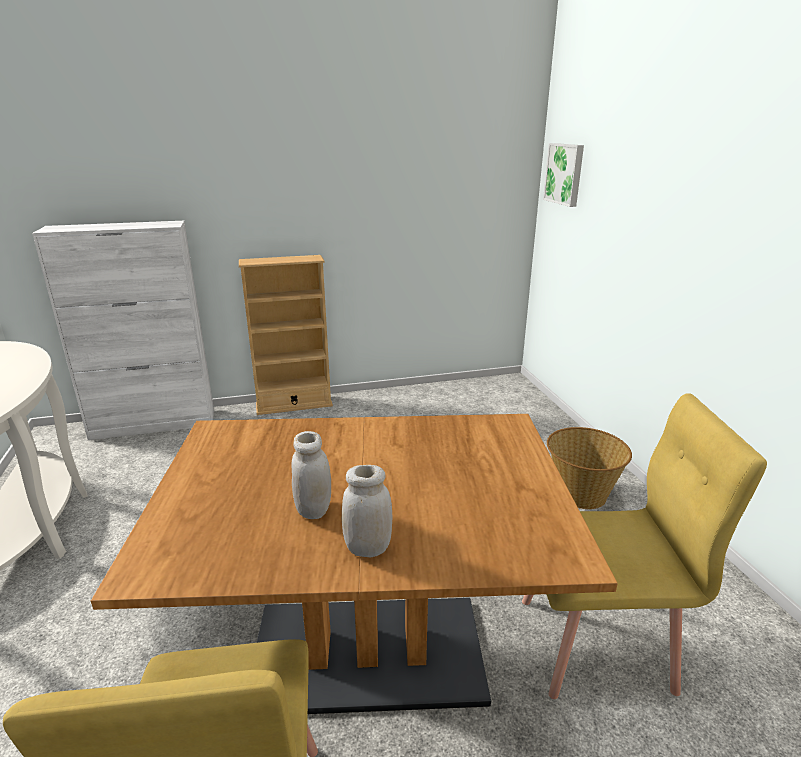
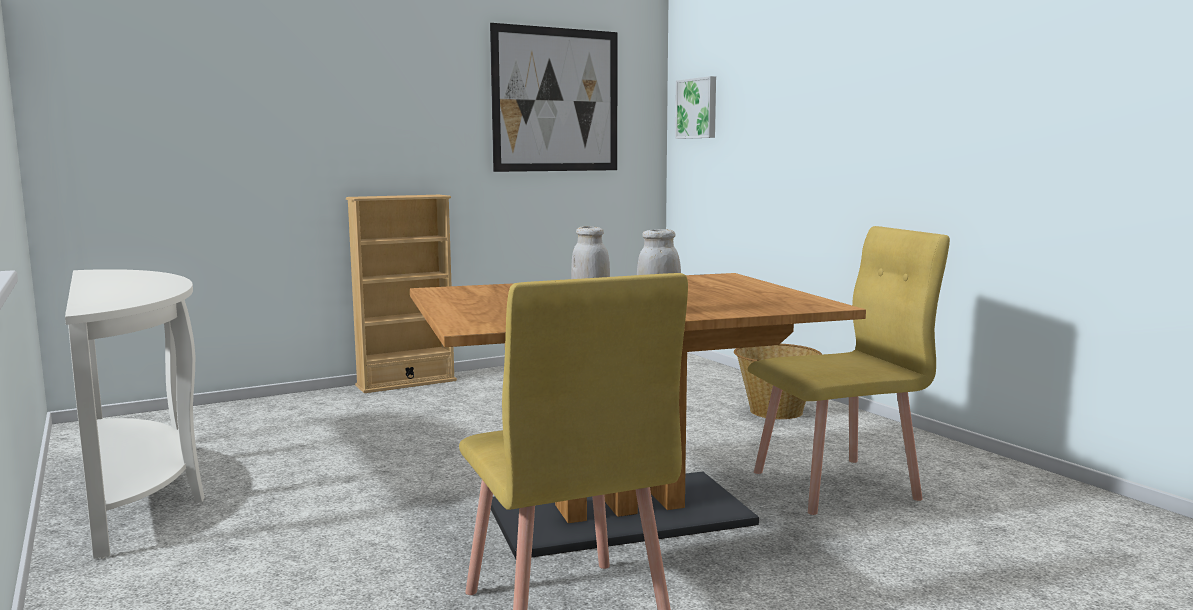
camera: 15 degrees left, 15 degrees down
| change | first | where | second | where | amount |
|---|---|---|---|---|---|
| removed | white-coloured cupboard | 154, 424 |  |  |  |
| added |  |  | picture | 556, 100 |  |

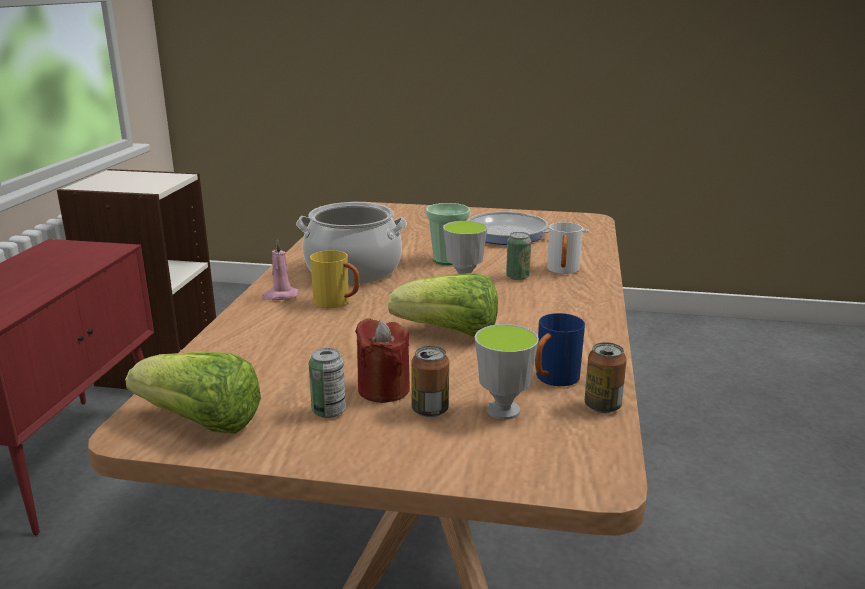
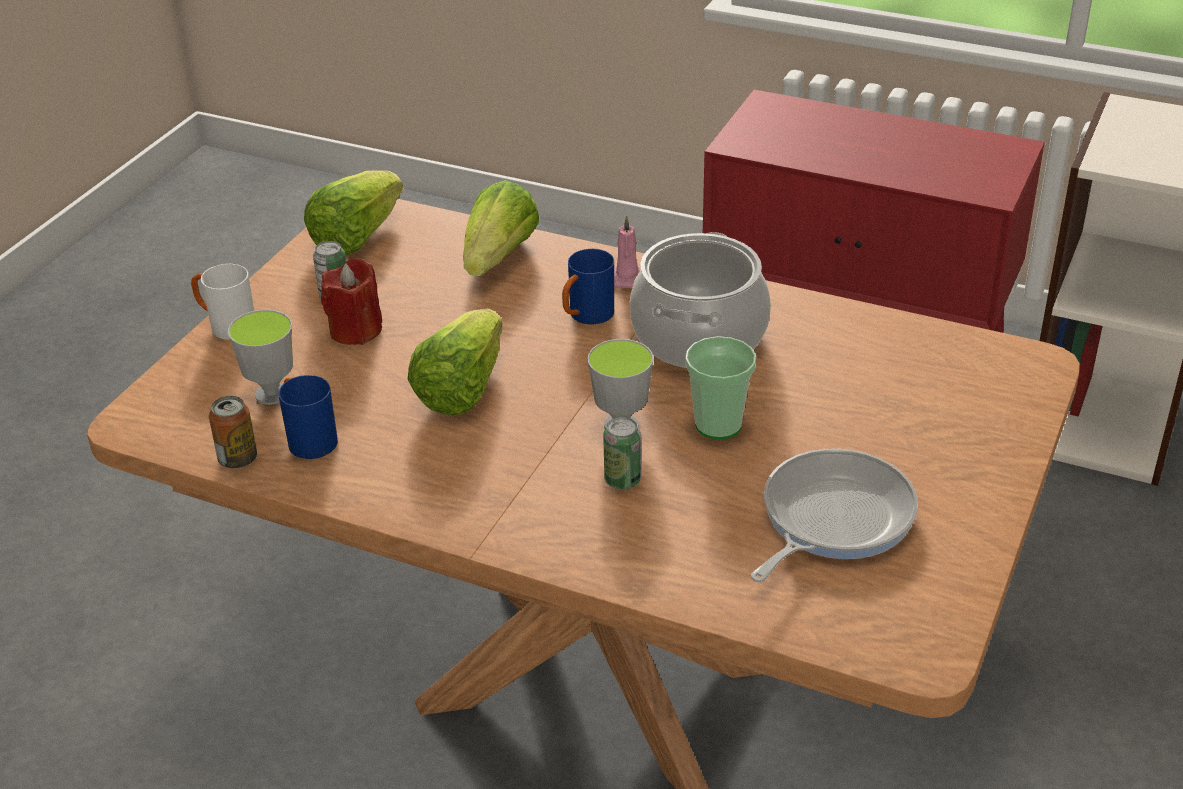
camera: 105 degrees right, 15 degrees up
| change | first | where | second | where | amount |
|---|---|---|---|---|---|
| moved | white-coloured tea mug | 563, 271 |  | 226, 326 |  |
| recoloured | yellow-coloured tea mug | 338, 303 | blue tea mug | 586, 317 |  |
| removed | metal can | 430, 410 |  |  |  |
| added |  |  | lettuce head | 499, 258 |  |

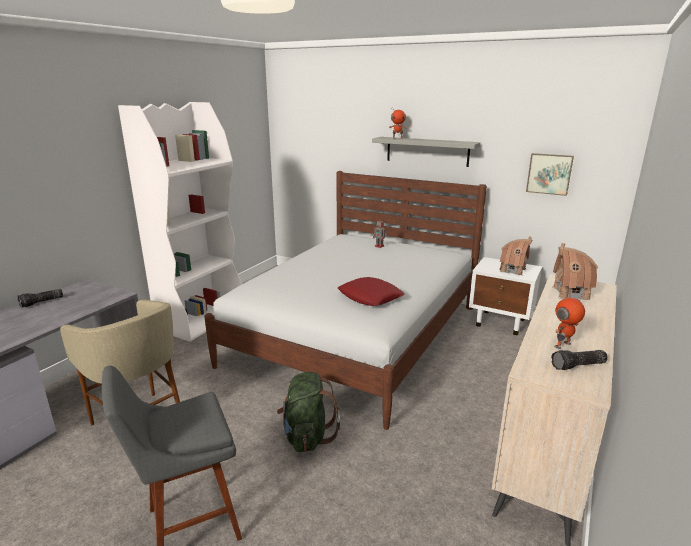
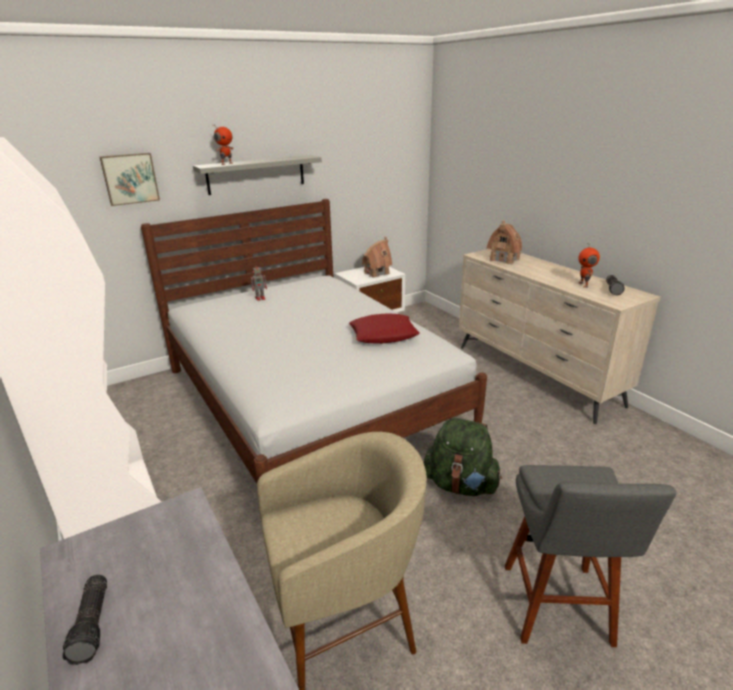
camera: 60 degrees left, 5 degrees up
| change | first | where | second | where | amount |
|---|---|---|---|---|---|
| moved | picture | 549, 174 |  | 130, 178 |  |

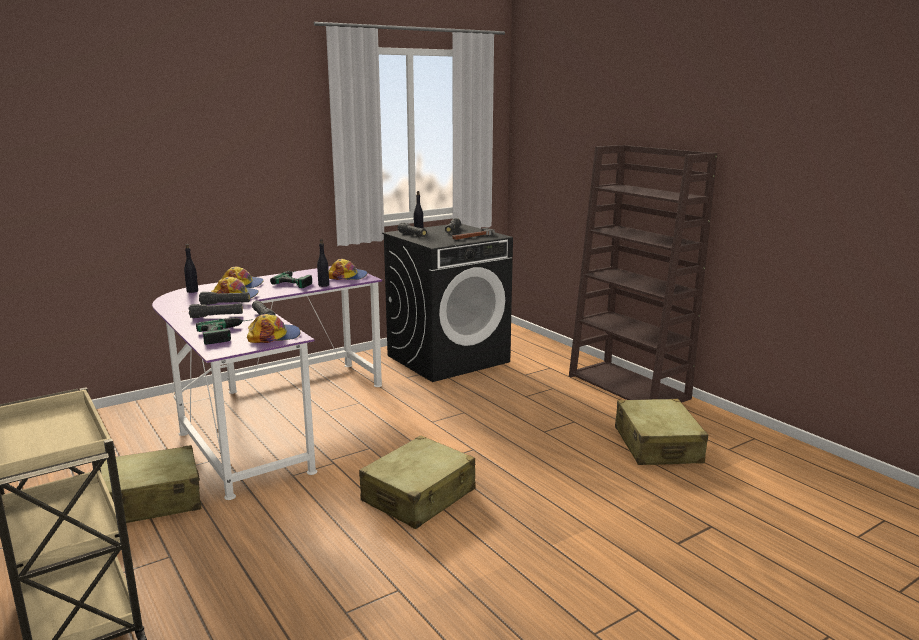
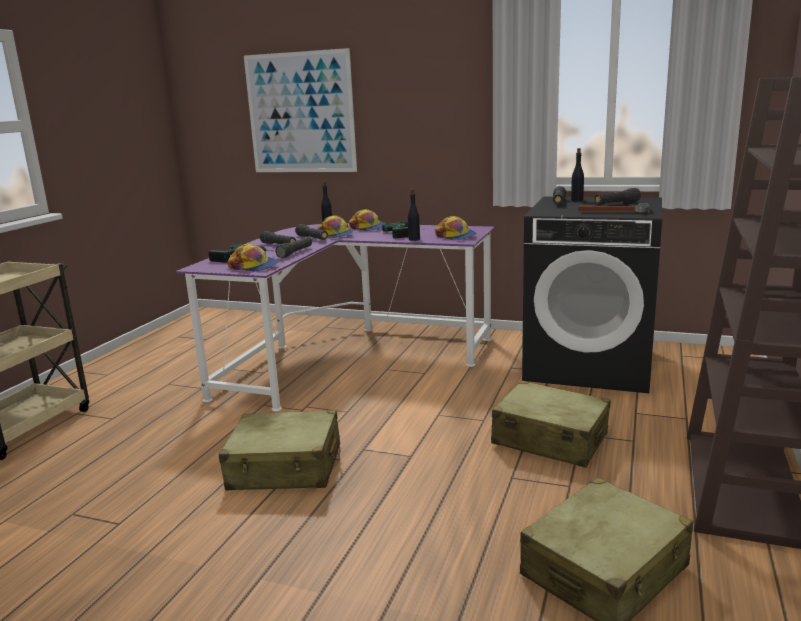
camera: 55 degrees right, 0 degrees up
| change | first | where | second | where | amount |
|---|---|---|---|---|---|
| moved | beige travel case | 150, 501 |  | 549, 439 |  |
| added |  |  | picture | 300, 113 |  |

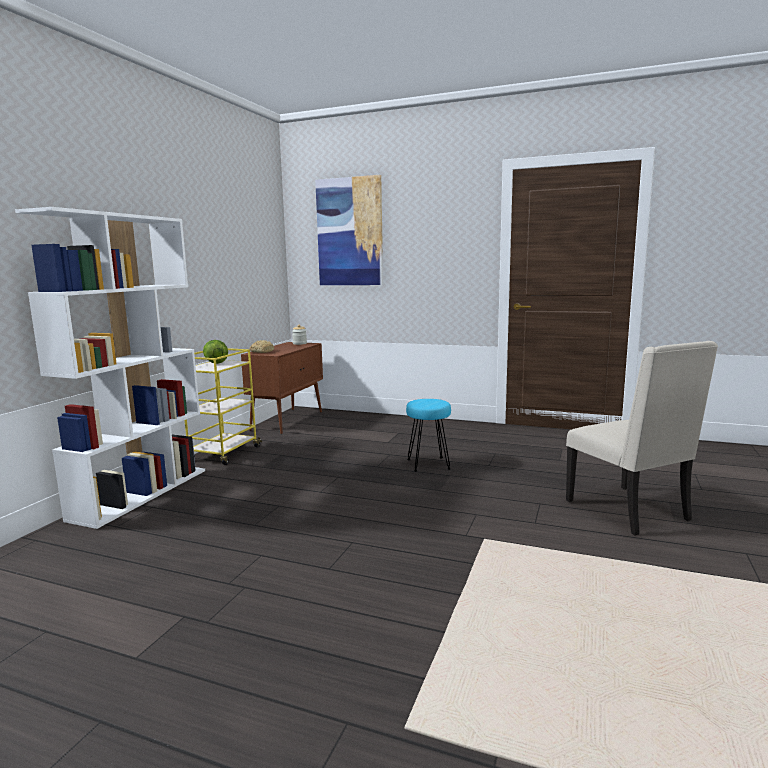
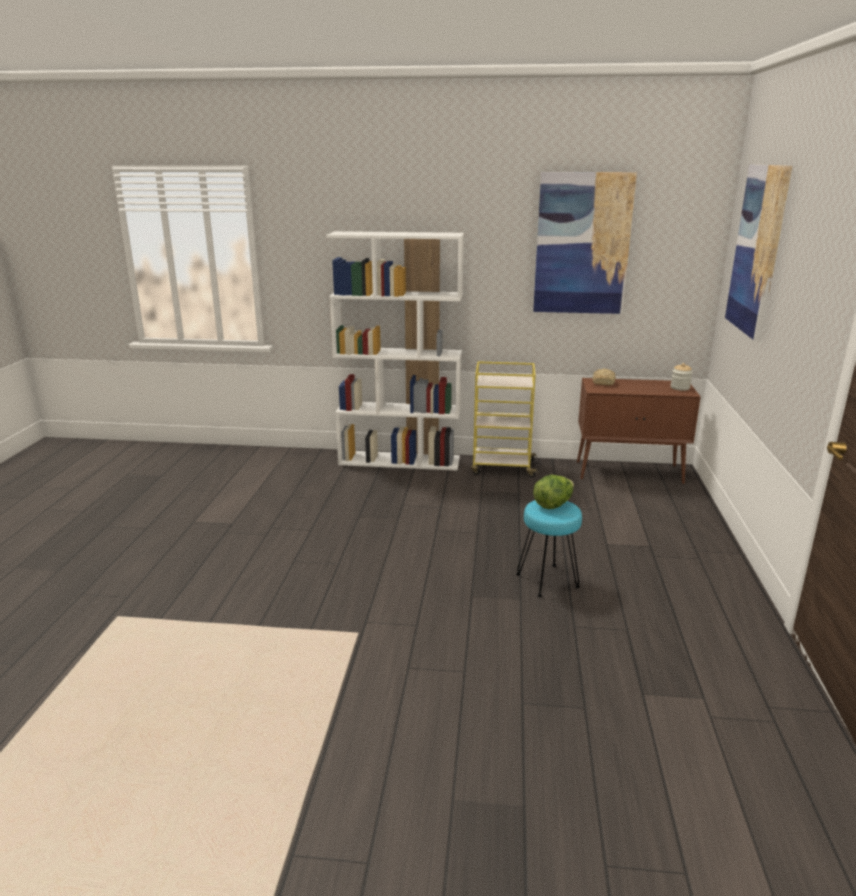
camera: 75 degrees right, 10 degrees up
| change | first | where | second | where | amount |
|---|---|---|---|---|---|
| moved | lettuce head | 215, 362 |  | 553, 504 |  |
| removed | beige chair | 630, 511 |  |  |  |
| added |  |  | picture | 582, 244 |  |

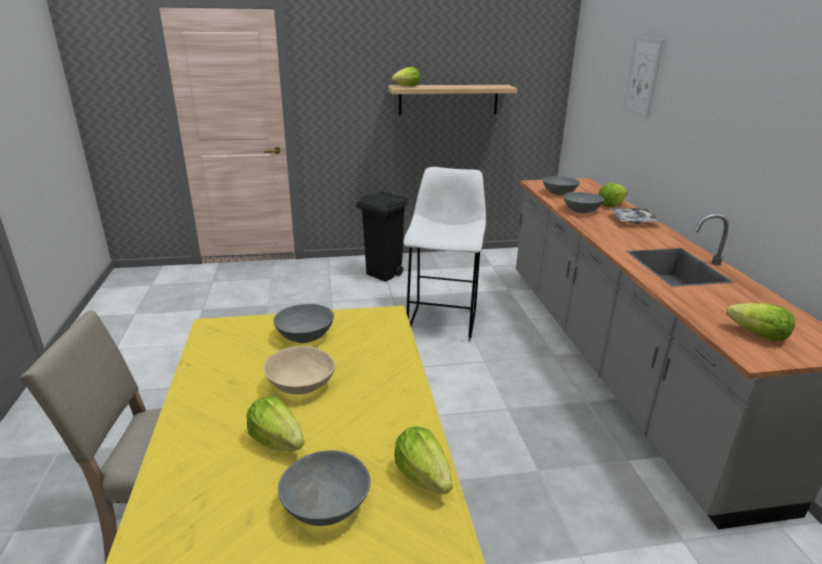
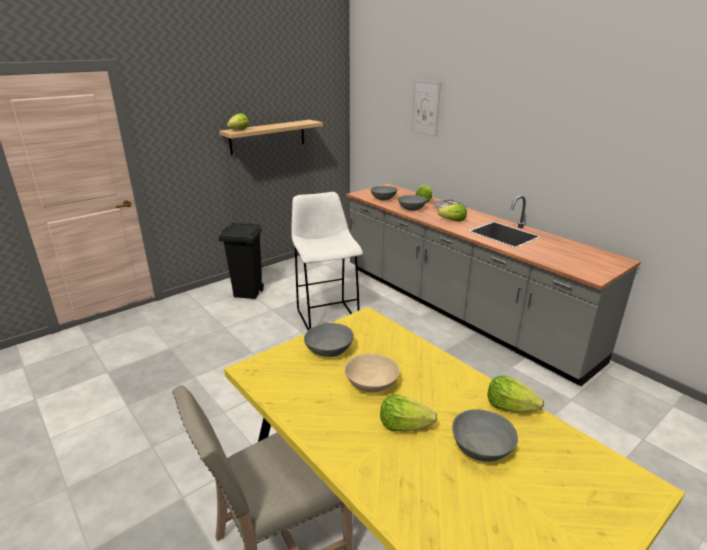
camera: 30 degrees left, 0 degrees up
| change | first | where | second | where | amount |
|---|---|---|---|---|---|
| moved | lettuce head | 758, 335 |  | 453, 221 |  |

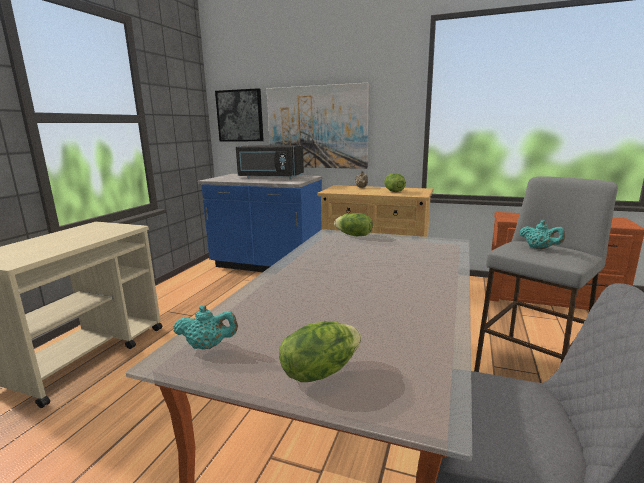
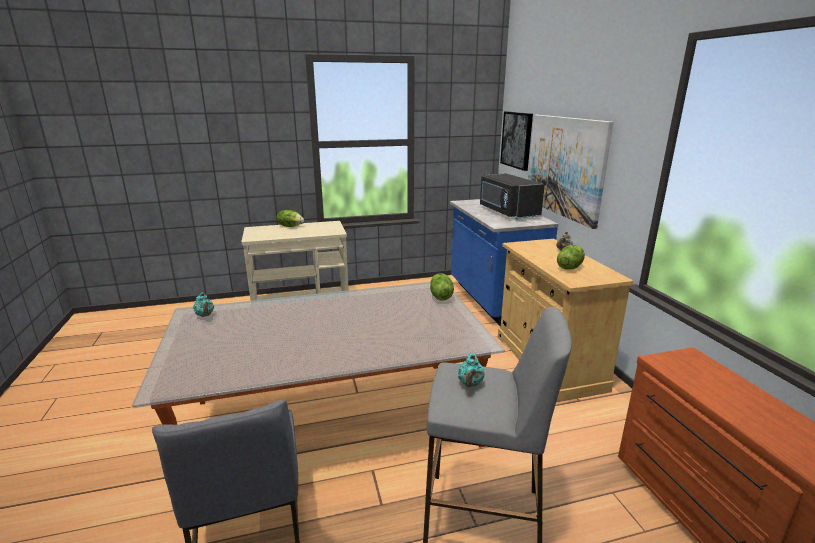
camera: 55 degrees right, 5 degrees up
| change | first | where | second | where | amount |
|---|---|---|---|---|---|
| moved | lettuce head | 320, 371 |  | 290, 226 |  |

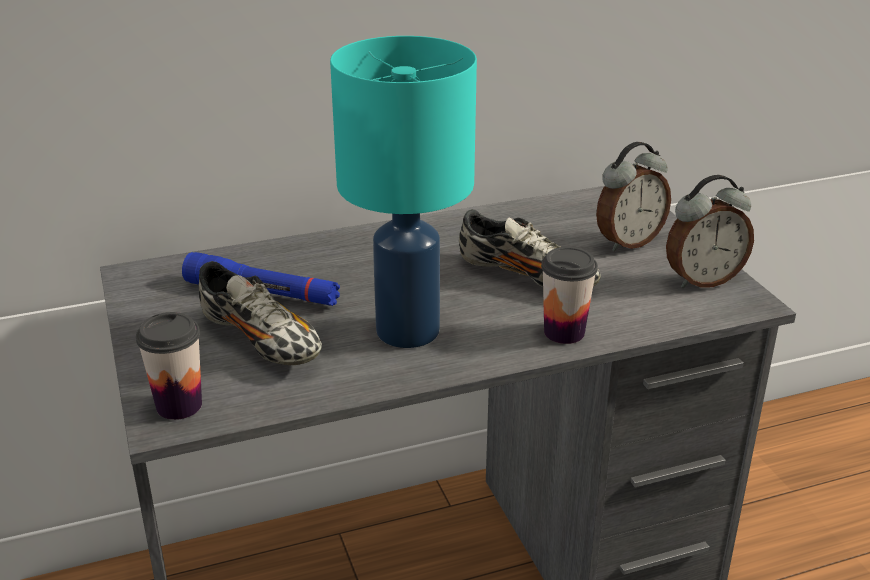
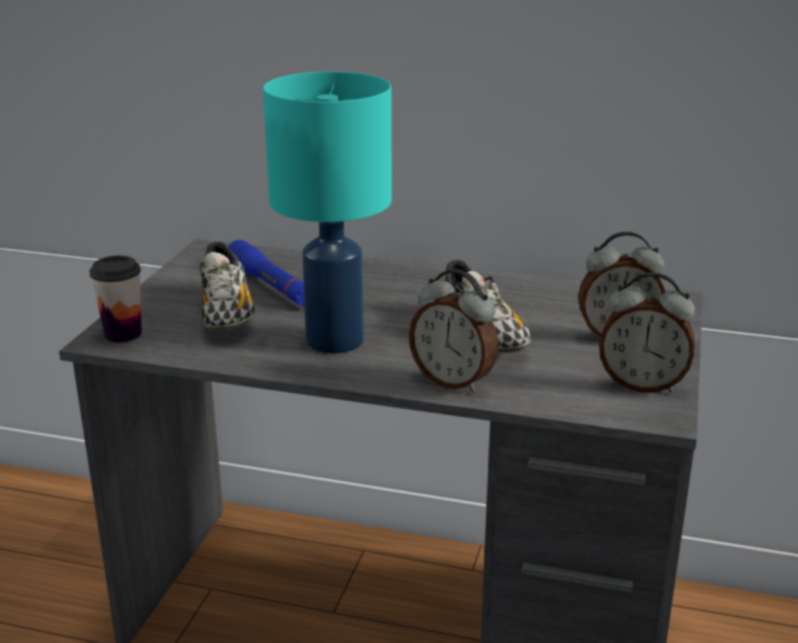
camera: 35 degrees right, 5 degrees down
| change | first | where | second | where | amount |
|---|---|---|---|---|---|
| replaced | small cup | 564, 332 | alarm clock | 453, 381 |  |

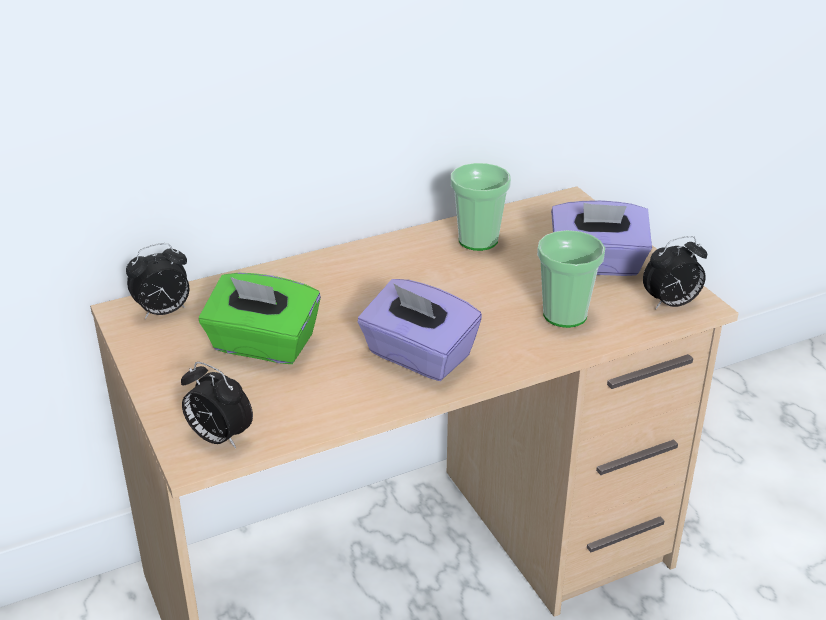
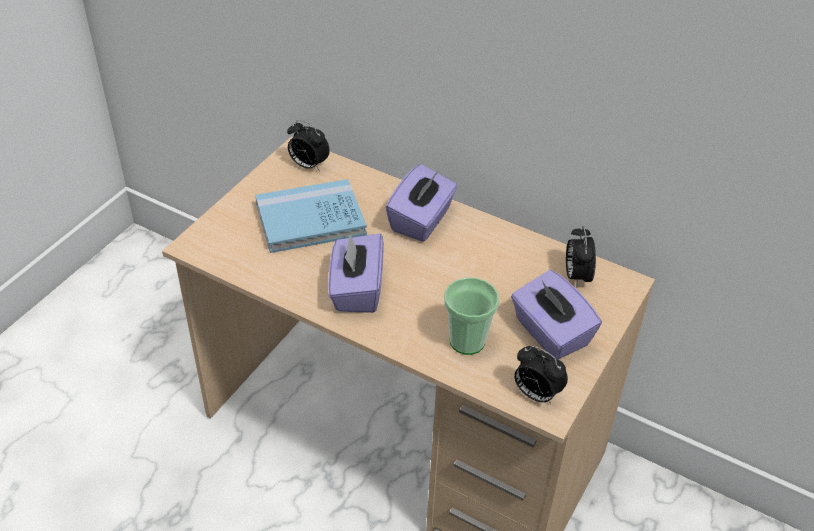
camera: 55 degrees right, 10 degrees up
| change | first | where | second | where | amount |
|---|---|---|---|---|---|
| removed | small cup | 478, 240 |  |  |  |
| replaced | greenish box of tissues | 262, 345 | blue volume | 310, 219 |  |
| moved | alarm clock | 218, 438 |  | 576, 276 |  |
| added |  |  | purple box of tissues | 421, 220 |  |

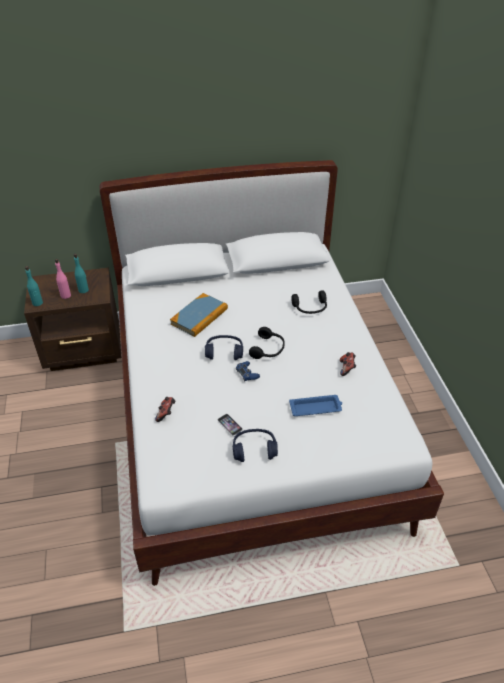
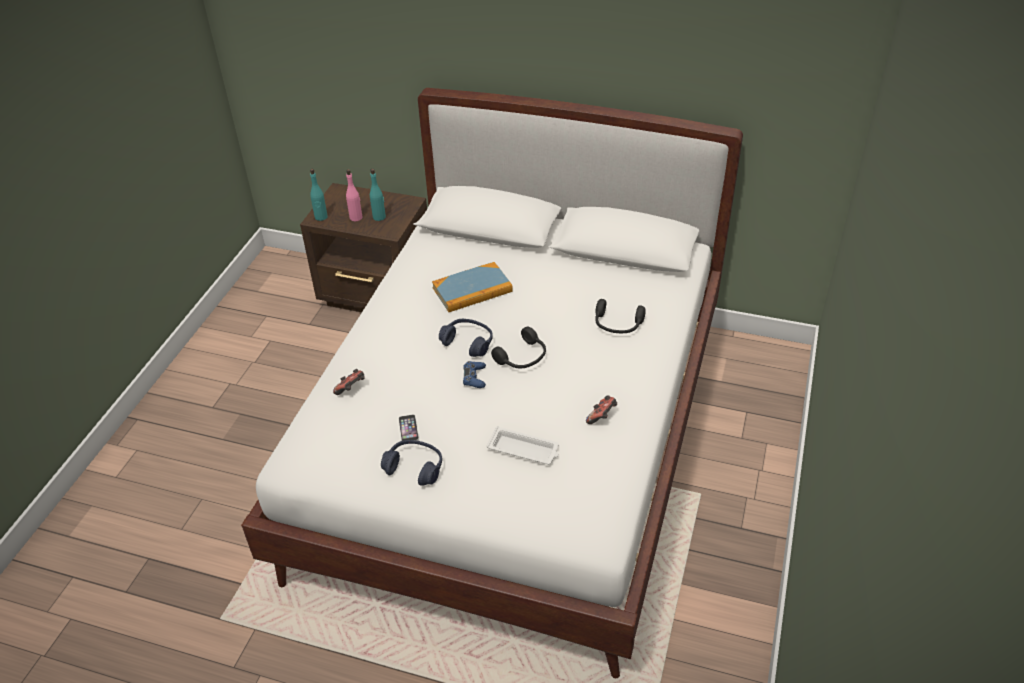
camera: 30 degrees right, 0 degrees up
| change | first | where | second | where | amount |
|---|---|---|---|---|---|
| recoloured | blue tray | 316, 408 | white-coloured tray | 524, 450 |  |

